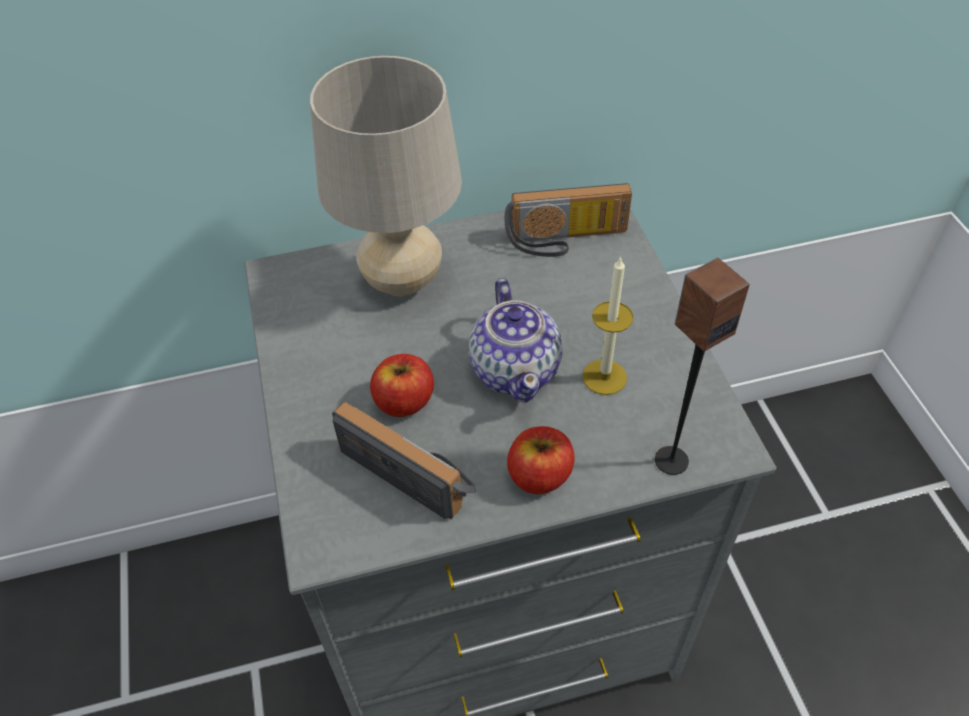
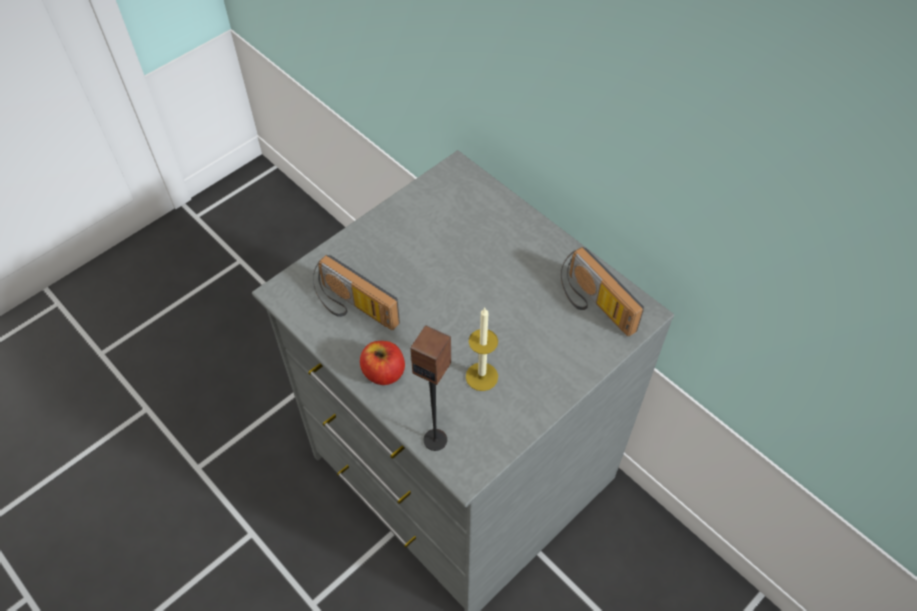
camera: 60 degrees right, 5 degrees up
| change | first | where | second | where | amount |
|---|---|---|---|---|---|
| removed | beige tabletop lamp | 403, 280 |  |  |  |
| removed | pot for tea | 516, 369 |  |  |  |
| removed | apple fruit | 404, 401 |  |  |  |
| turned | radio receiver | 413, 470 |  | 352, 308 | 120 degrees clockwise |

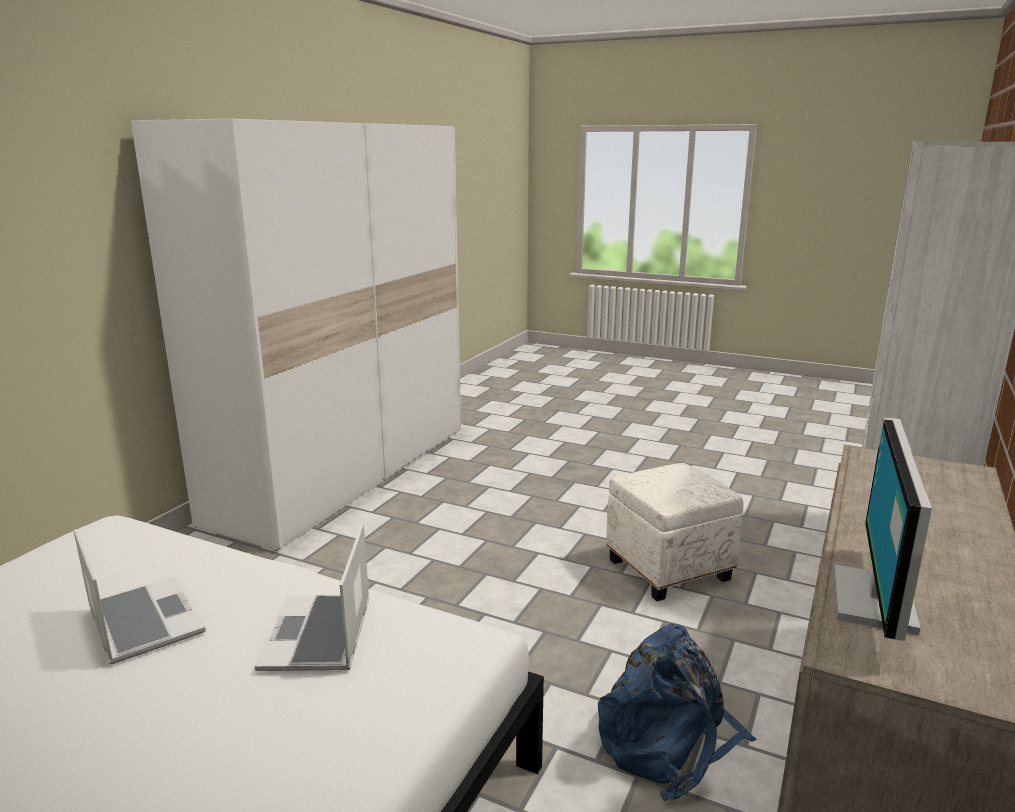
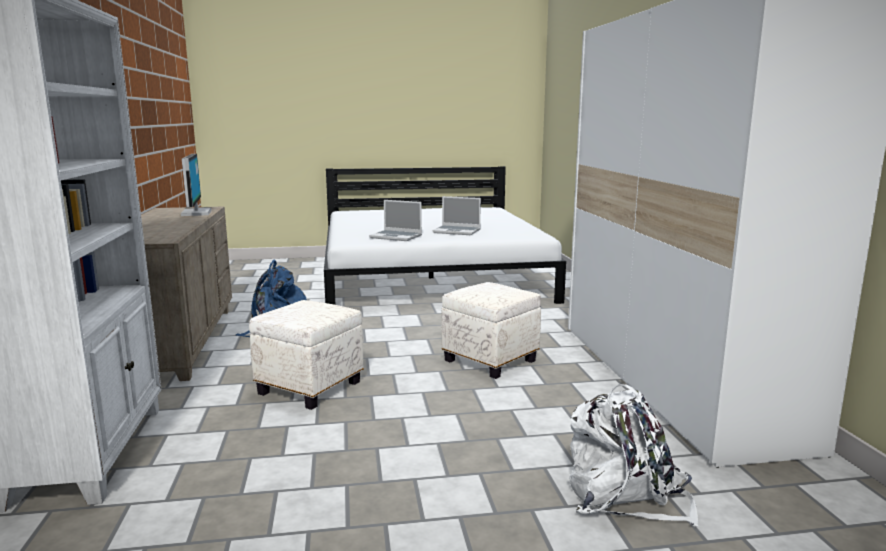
camera: 145 degrees right, 5 degrees down
| change | first | where | second | where | amount |
|---|---|---|---|---|---|
| turned | notebook computer | 319, 636 |  | 396, 237 | 150 degrees clockwise |
| added |  |  | white-coloured ottoman | 491, 361 |  |
| added |  |  | white-coloured rucksack | 625, 496 |  |

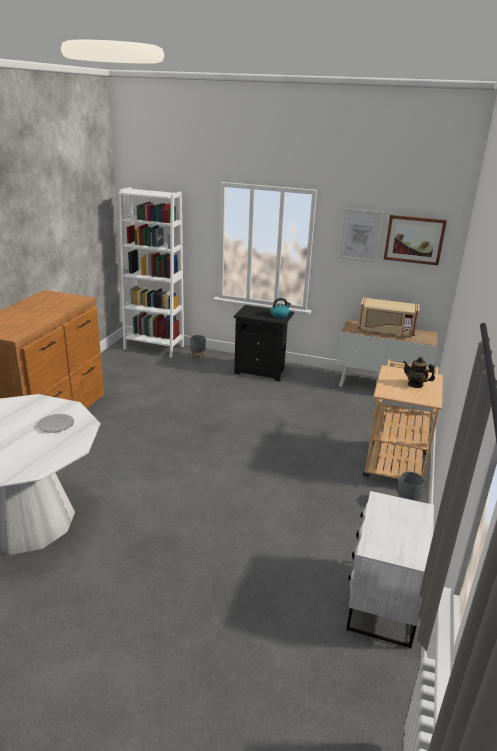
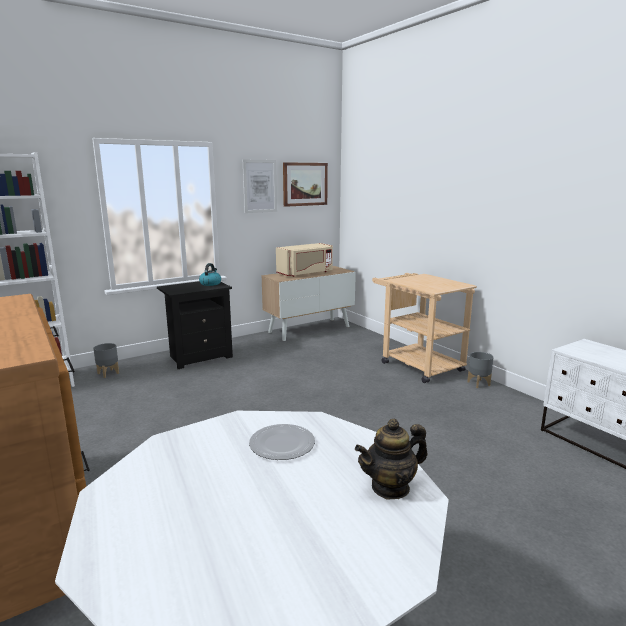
camera: 50 degrees left, 10 degrees down
| change | first | where | second | where | amount |
|---|---|---|---|---|---|
| moved | pot for tea | 415, 384 |  | 390, 487 |  |

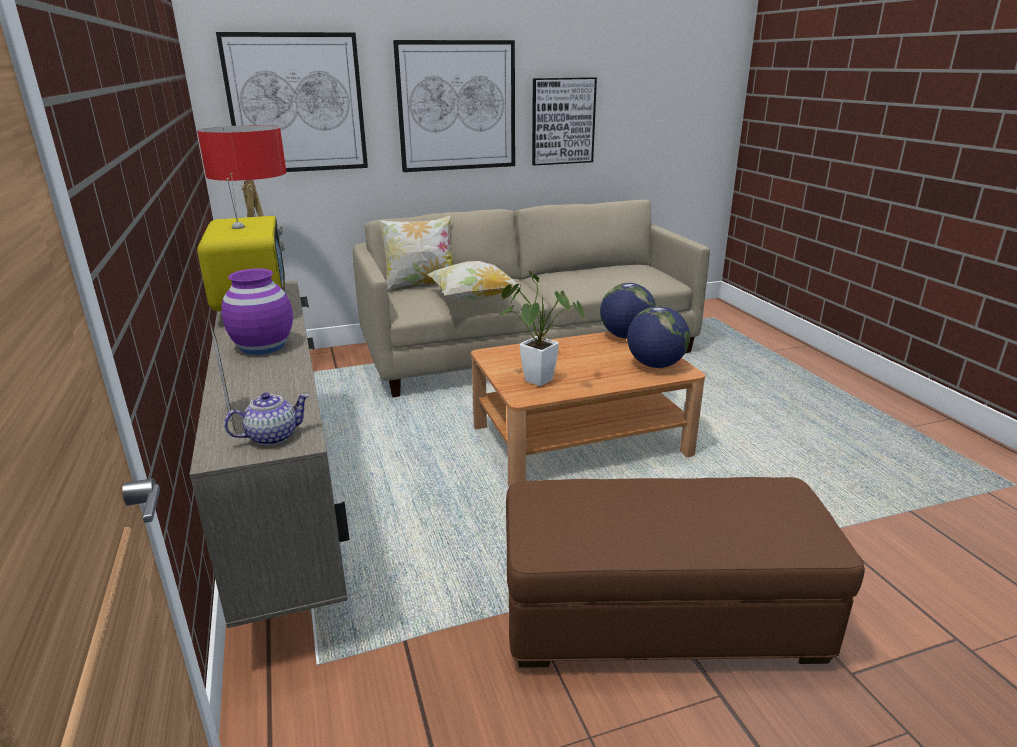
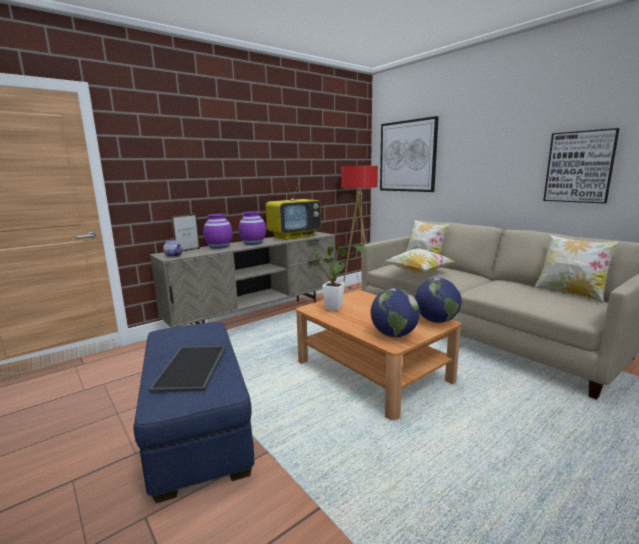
camera: 70 degrees right, 10 degrees down
| change | first | where | second | where | amount |
|---|---|---|---|---|---|
| removed | picture | 457, 106 |  |  |  |
| recoloured | brown-coloured ottoman | 659, 616 | blue ottoman | 198, 424 |  |
| added |  |  | purple vase | 219, 247 |  |
| added |  |  | cushion | 570, 293 |  |
| added |  |  | tray | 192, 368 |  |

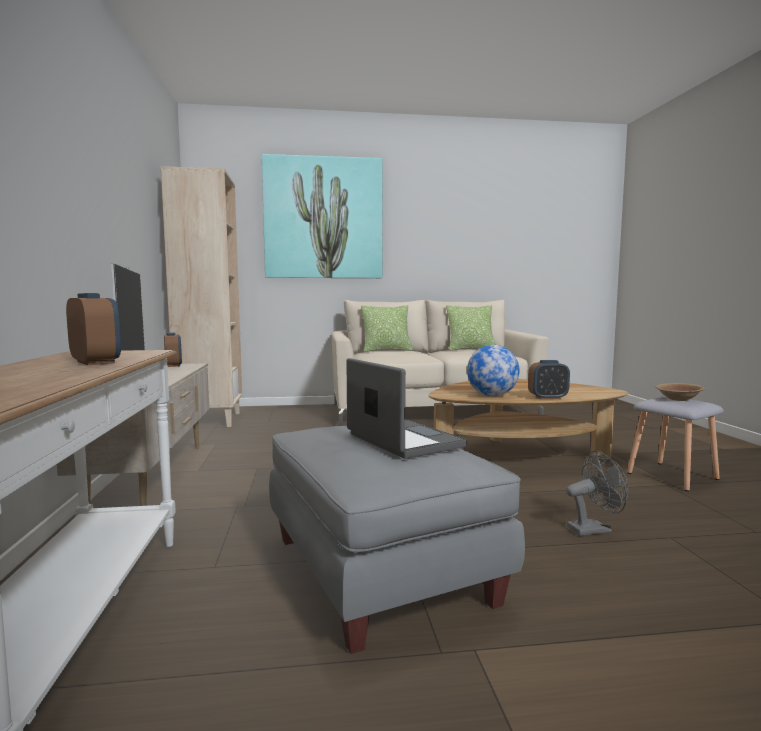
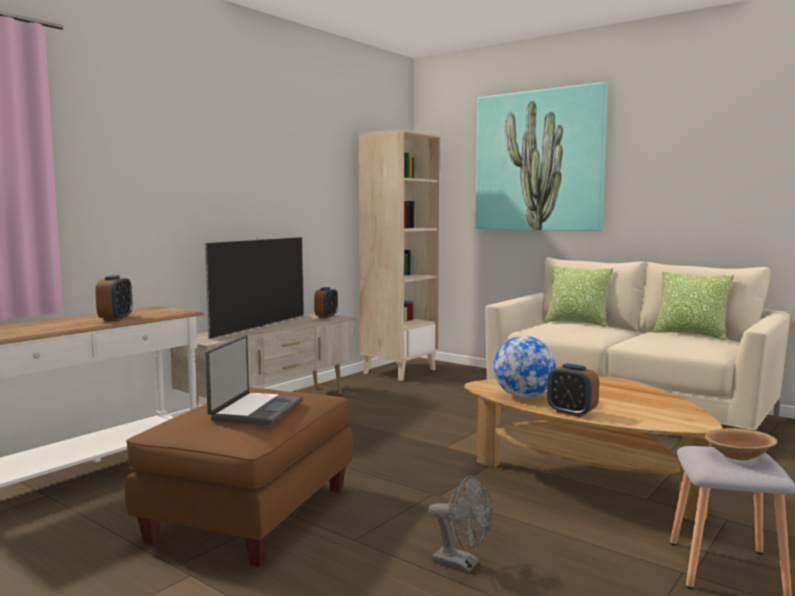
camera: 45 degrees right, 0 degrees up
| change | first | where | second | where | amount |
|---|---|---|---|---|---|
| recoloured | gray ottoman | 378, 569 | brown-coloured ottoman | 251, 513 |  |

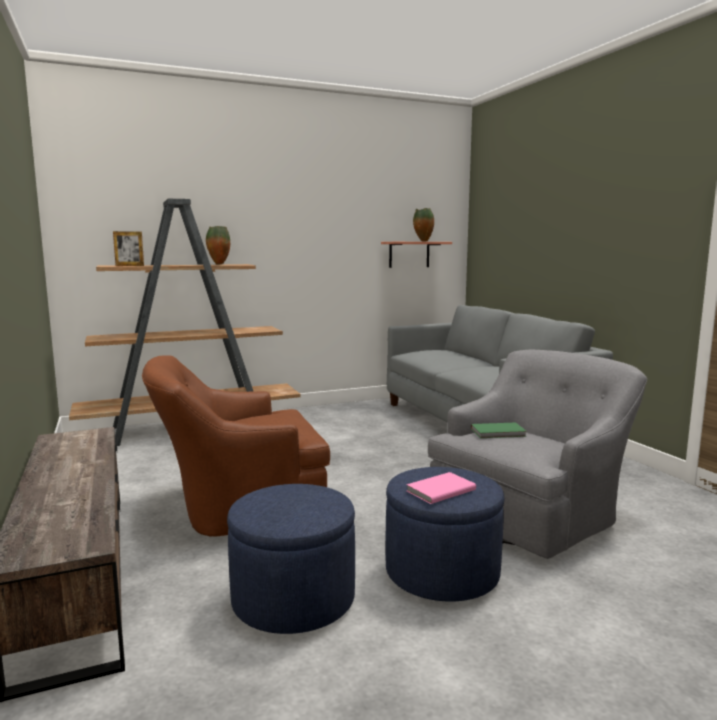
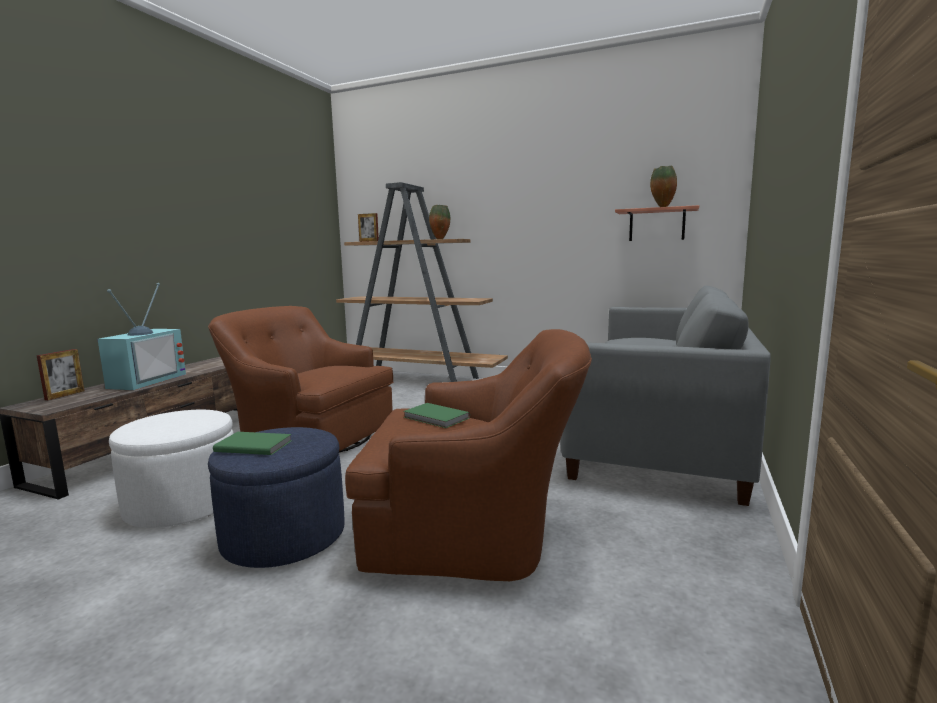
camera: 45 degrees right, 0 degrees up
| change | first | where | second | where | amount |
|---|---|---|---|---|---|
| recoloured | gray armchair | 530, 513 | brown-coloured armchair | 476, 530 |  |
| recoloured | pinkish volume | 439, 490 | greenish volume | 253, 445 |  |
| recoloured | blue ottoman | 293, 599 | white-coloured ottoman | 183, 504 |  |
| added |  |  | TV | 145, 380 |  |
| added |  |  | photo frame | 65, 395 |  |

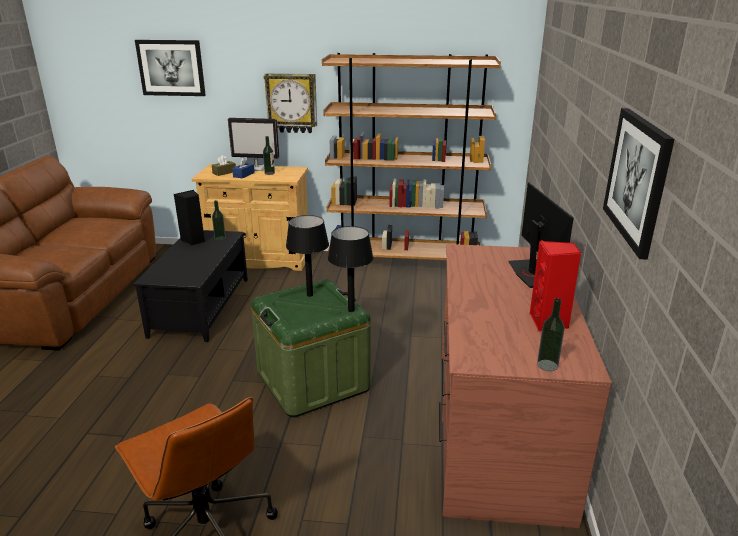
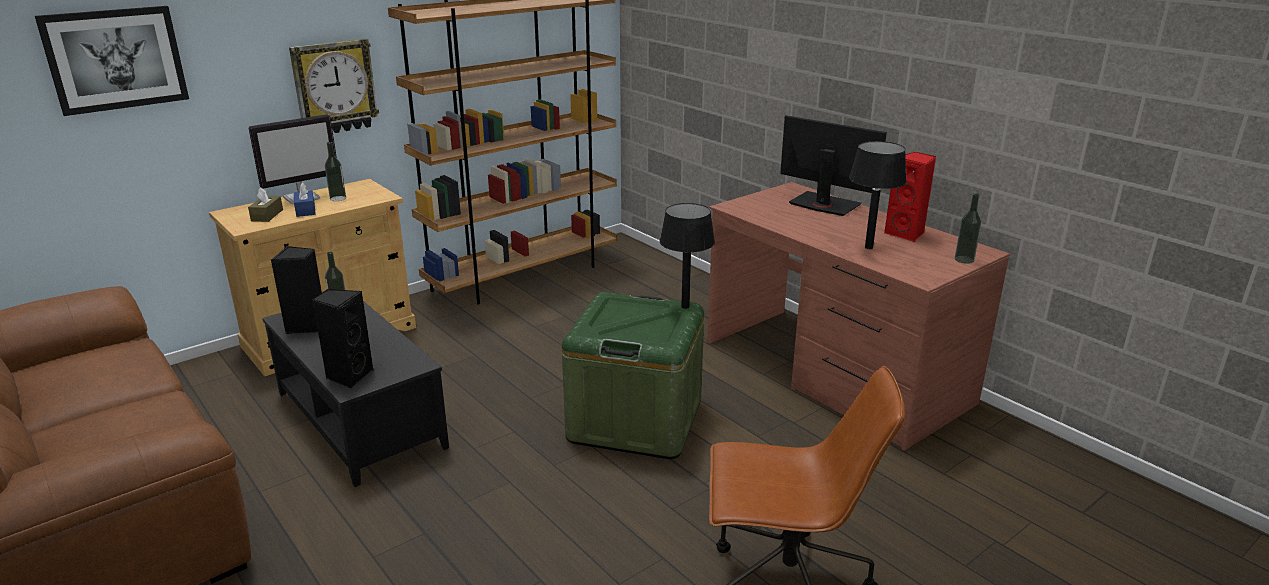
camera: 45 degrees left, 0 degrees up
| change | first | where | second | where | amount |
|---|---|---|---|---|---|
| removed | picture | 637, 179 |  |  |  |
| moved | black tabletop lamp | 310, 295 |  | 869, 247 |  |
| added |  |  | black speaker | 348, 376 |  |

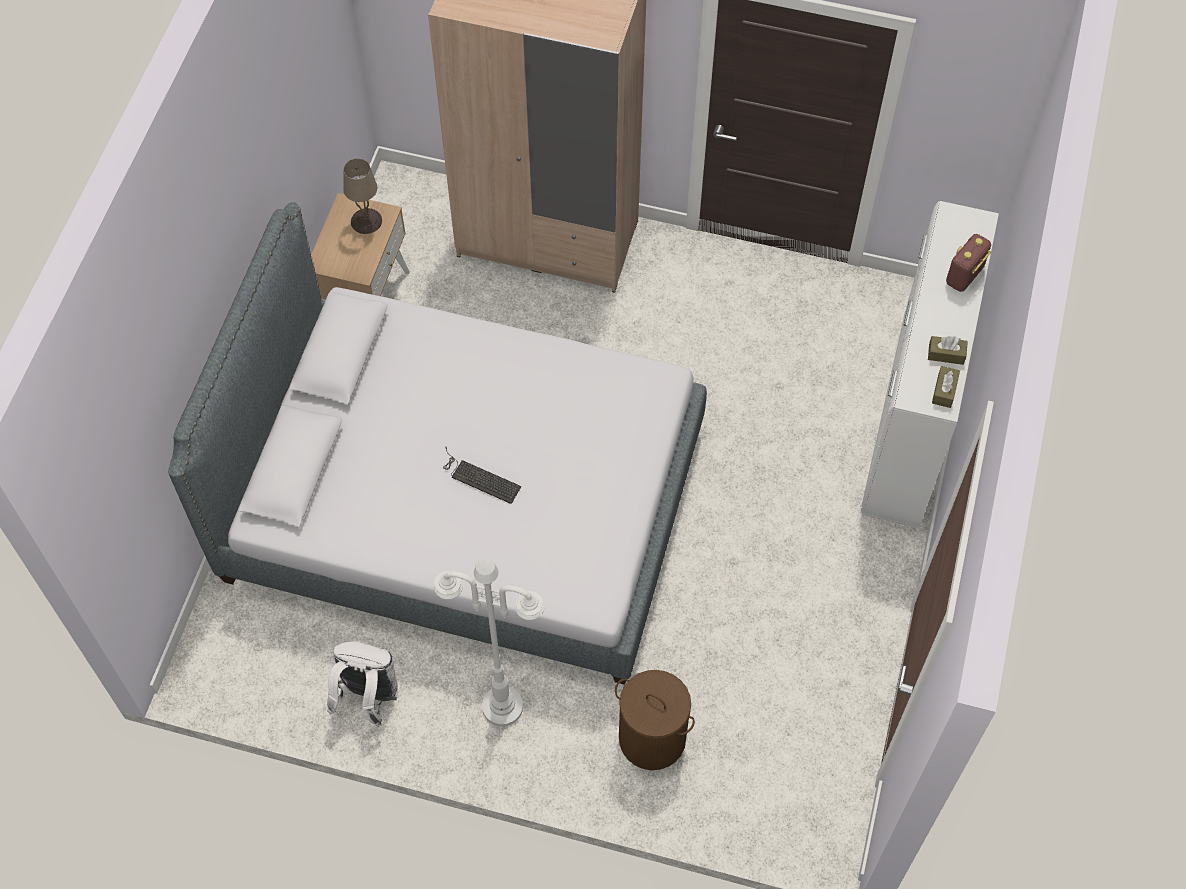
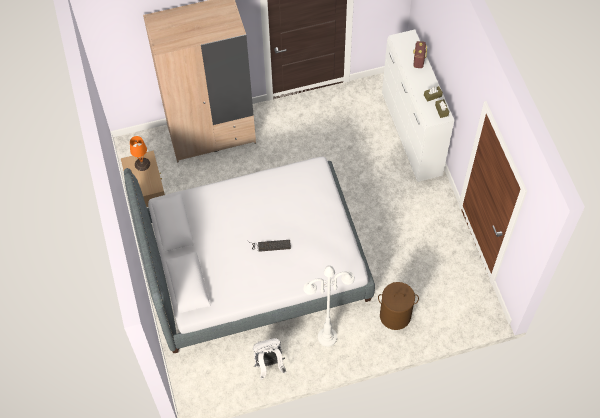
camera: 30 degrees left, 0 degrees up
| change | first | where | second | where | amount |
|---|---|---|---|---|---|
| recoloured | beige tabletop lamp | 365, 221 | orange tabletop lamp | 142, 164 |  |

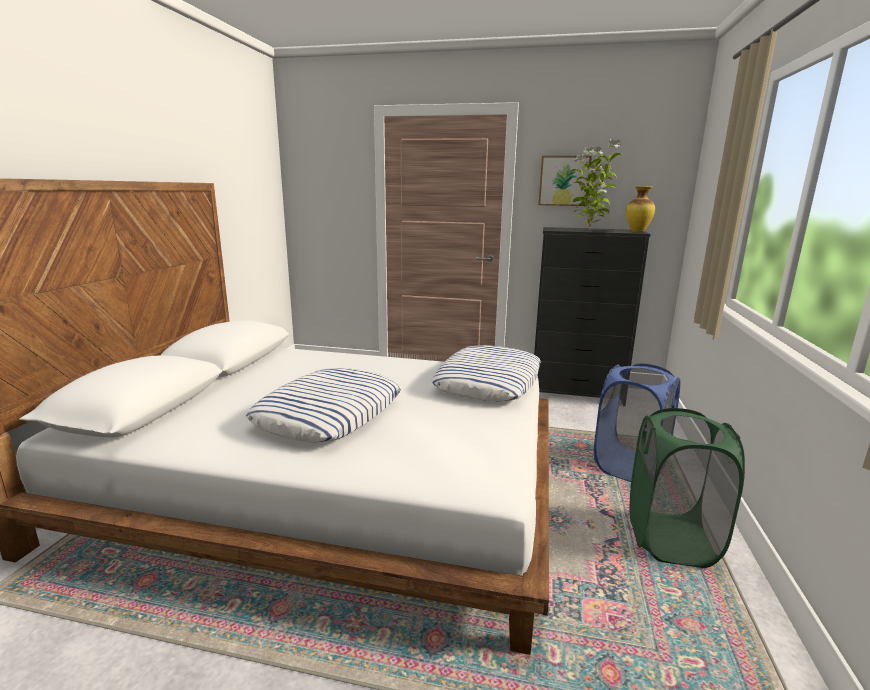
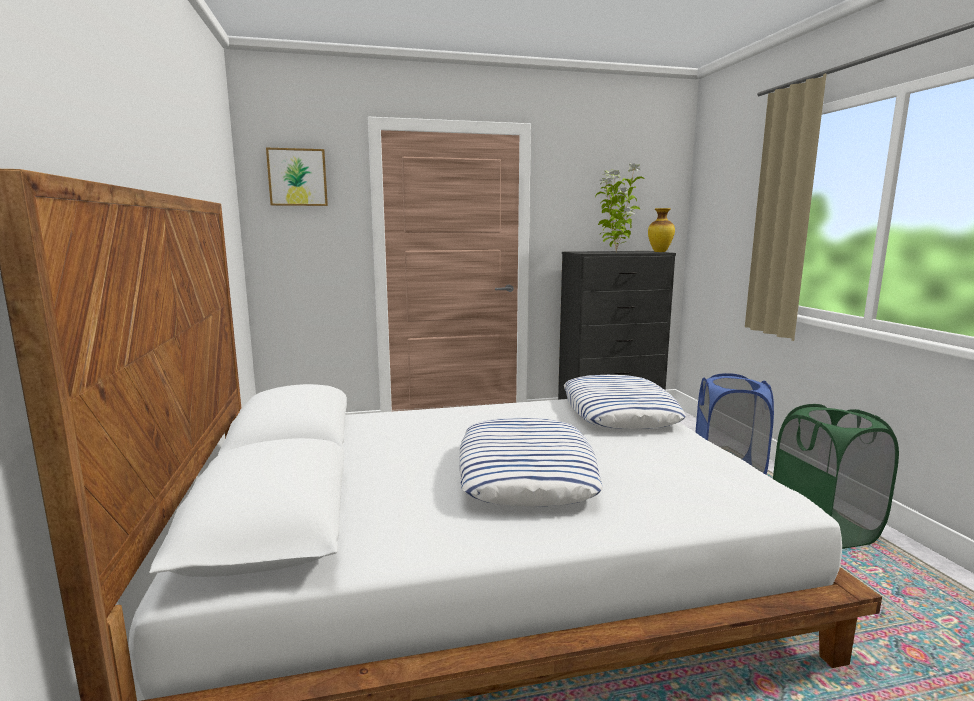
camera: 25 degrees left, 5 degrees down
| change | first | where | second | where | amount |
|---|---|---|---|---|---|
| moved | picture | 564, 181 |  | 298, 177 |  |

